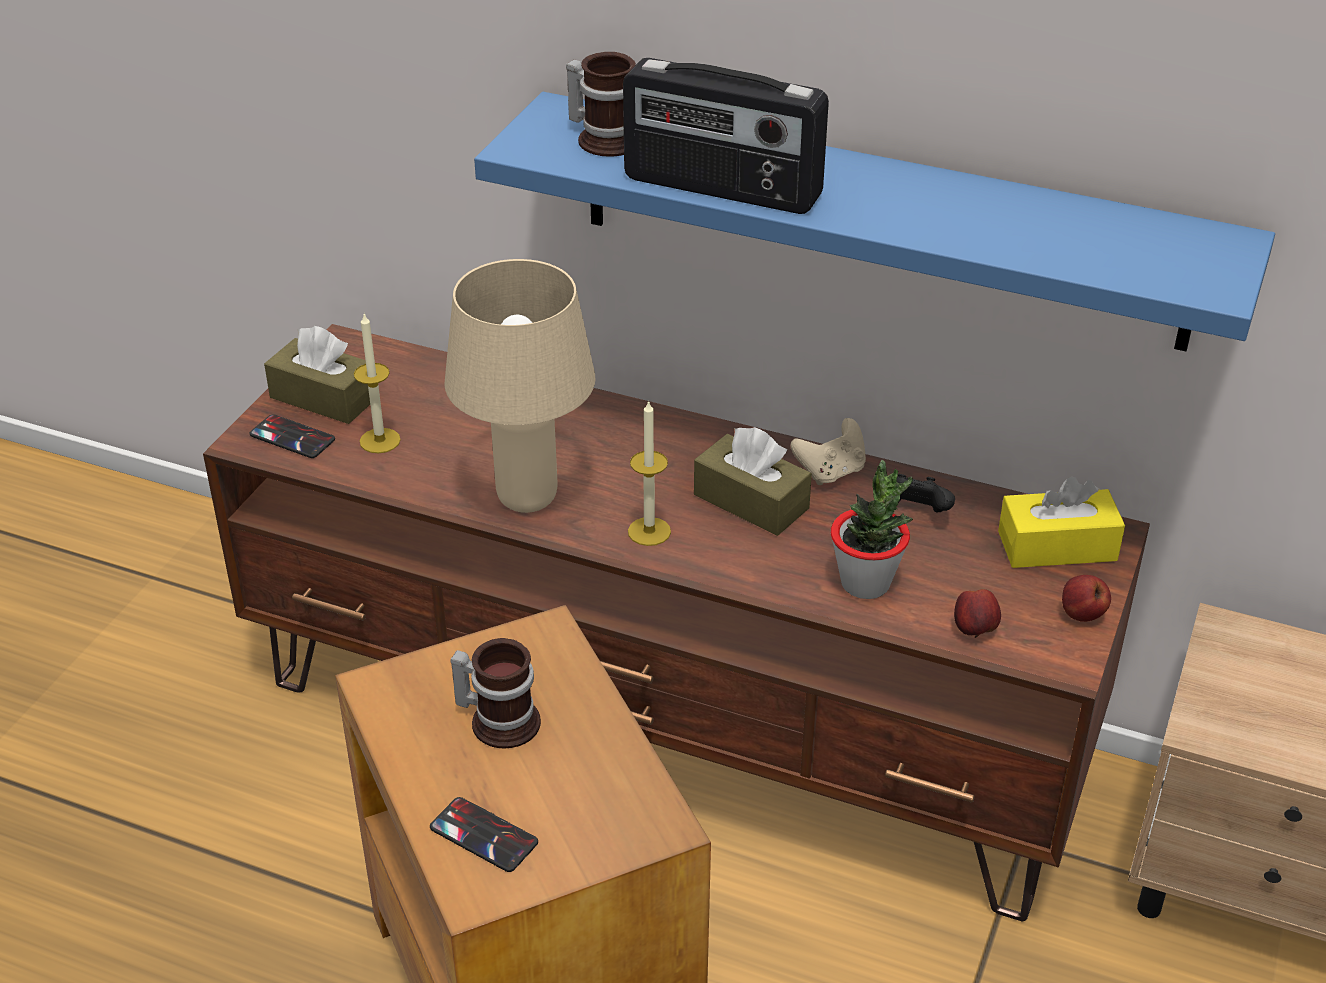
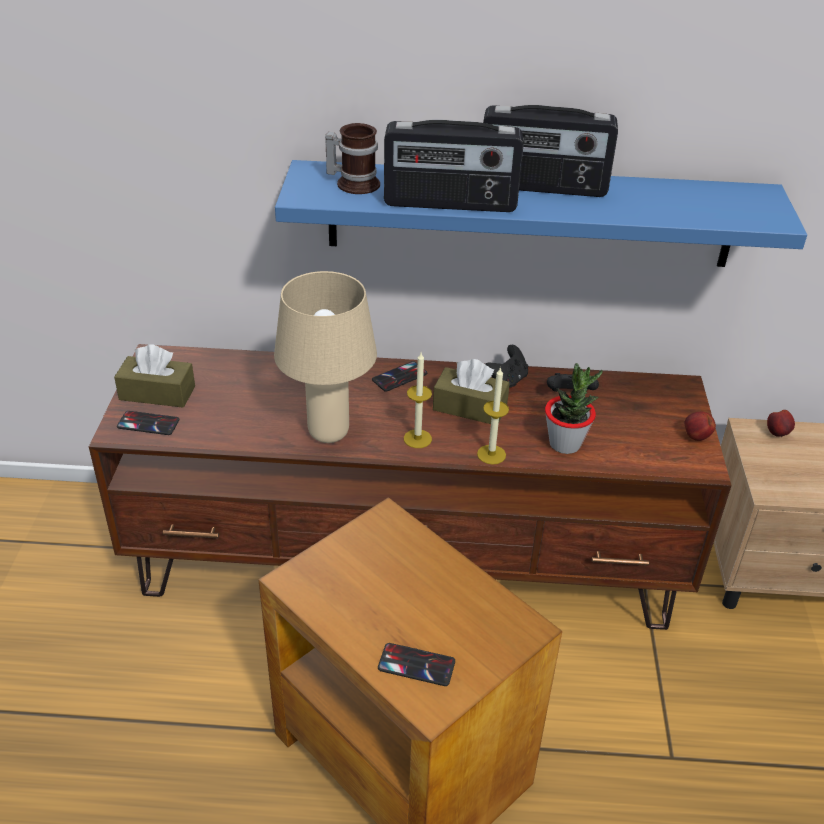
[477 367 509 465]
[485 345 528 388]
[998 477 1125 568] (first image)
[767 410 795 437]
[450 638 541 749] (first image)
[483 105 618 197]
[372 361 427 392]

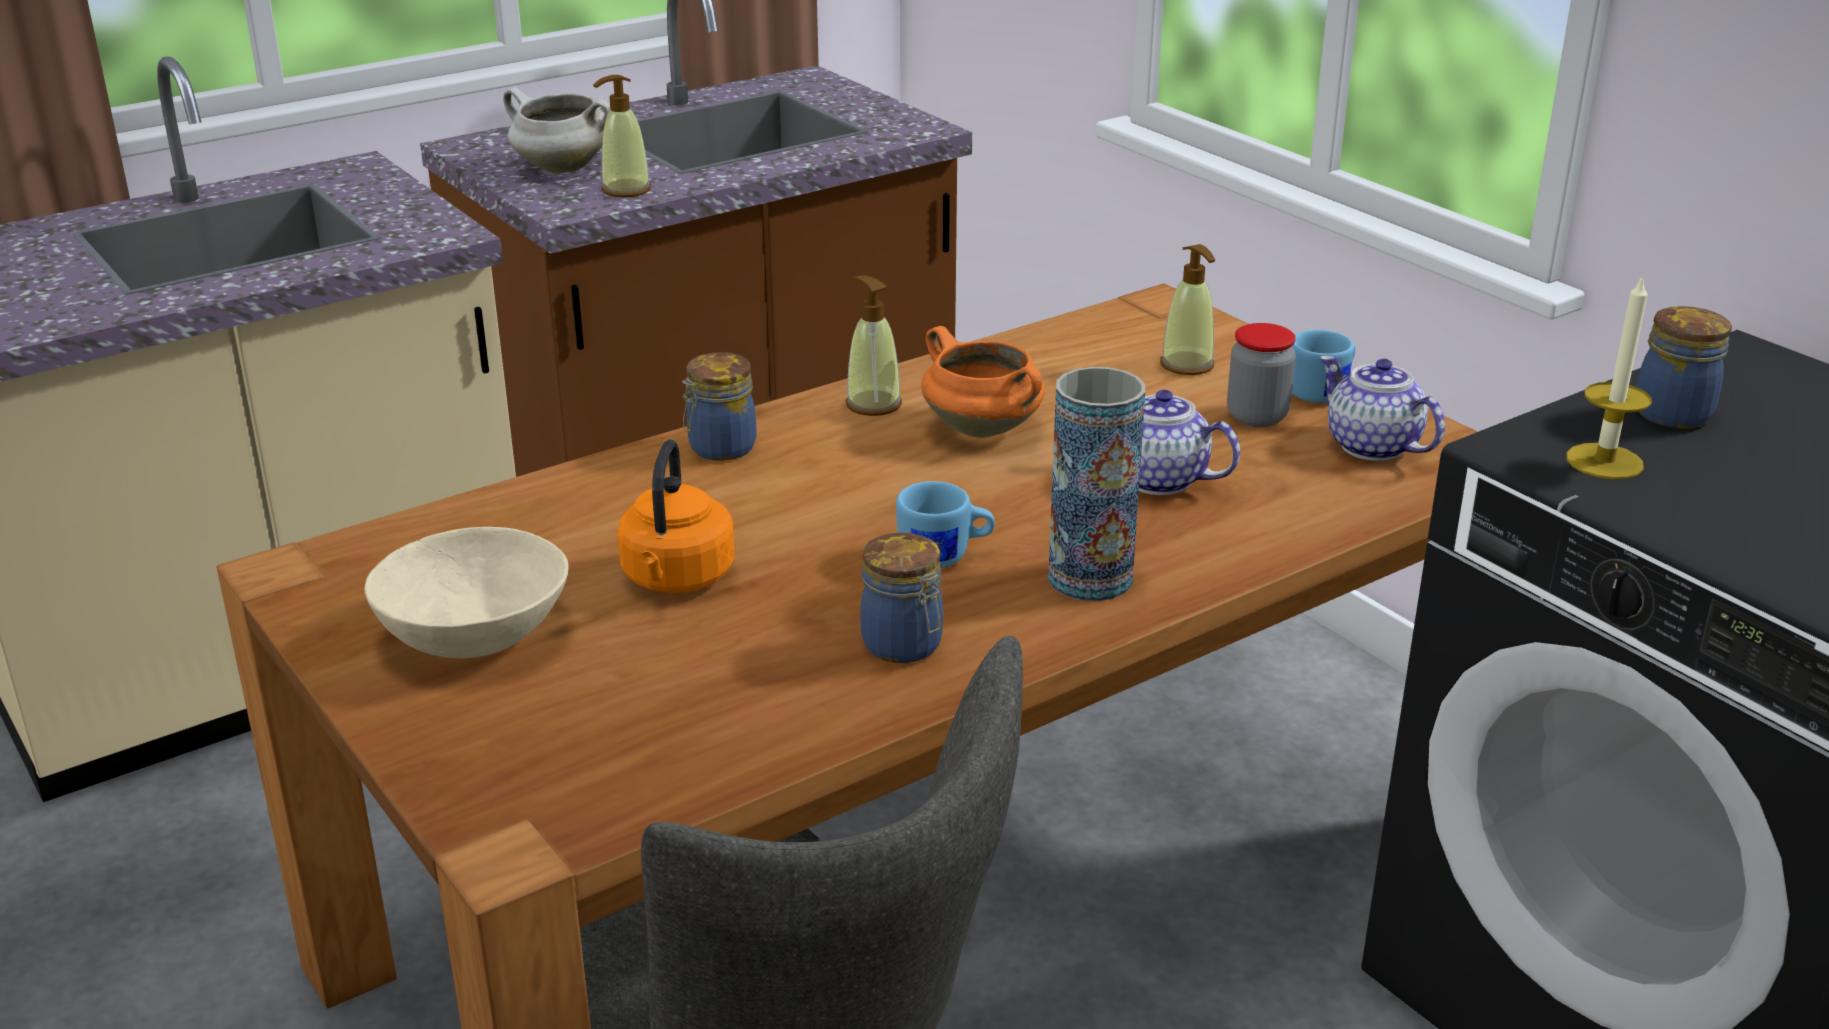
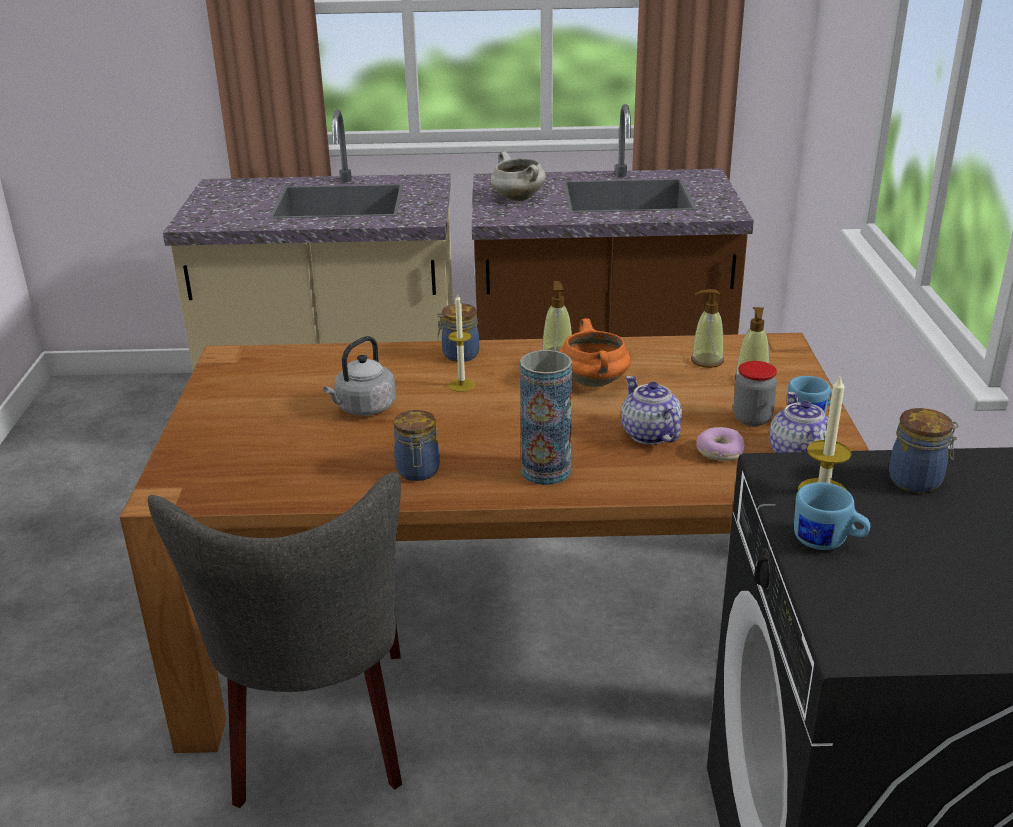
[691 289 724 368]
[323 336 396 416]
[794 482 870 550]
[364 527 569 658] (first image)
[448 294 475 392]
[697 427 746 461]

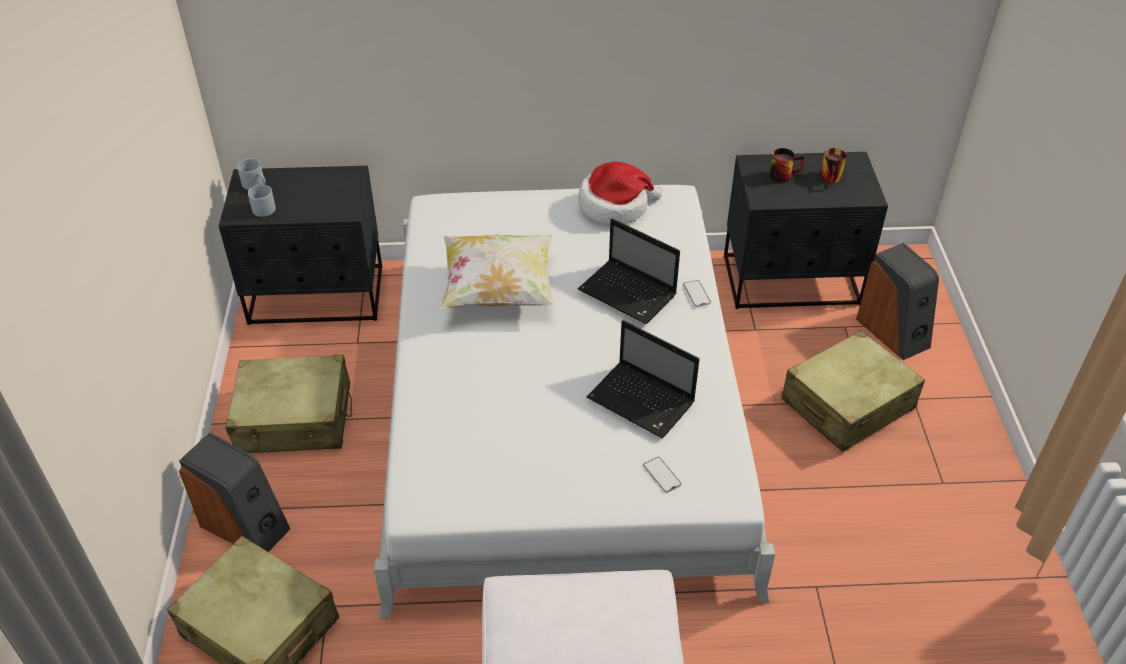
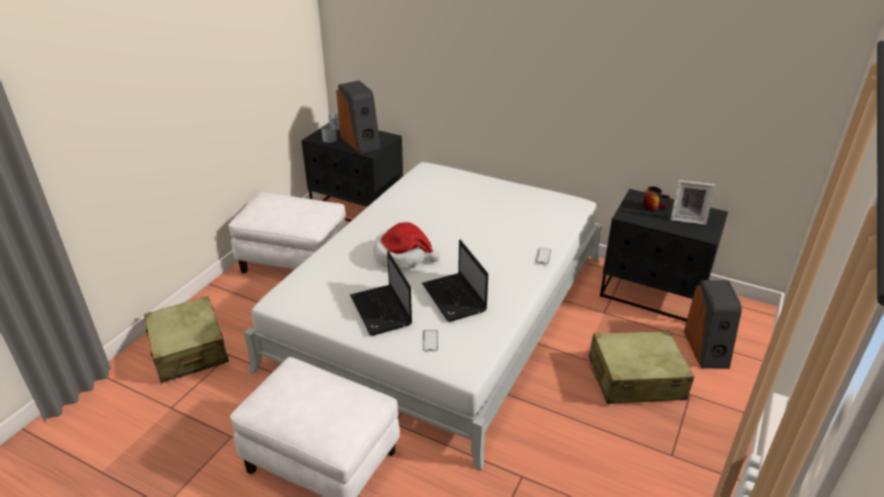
[670 180 715 225]
[373 222 440 269]
[350 251 412 336]
[439 234 554 309] (first image)
[228 192 346 274]
[336 81 381 154]

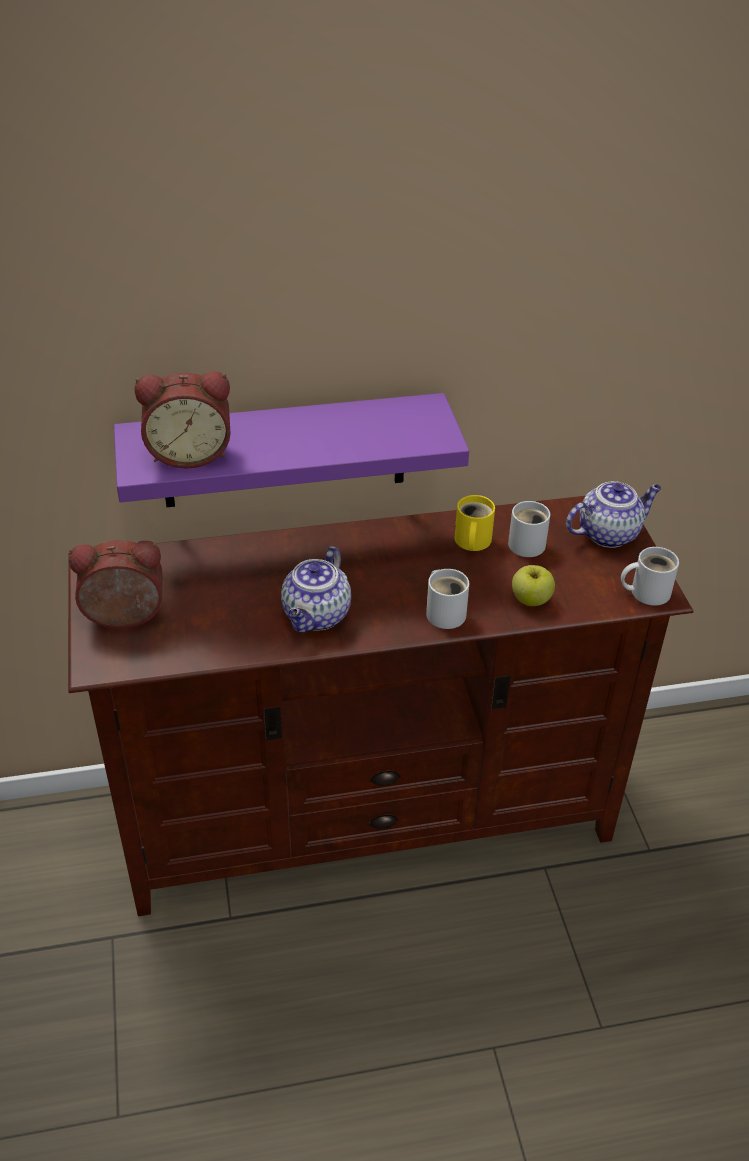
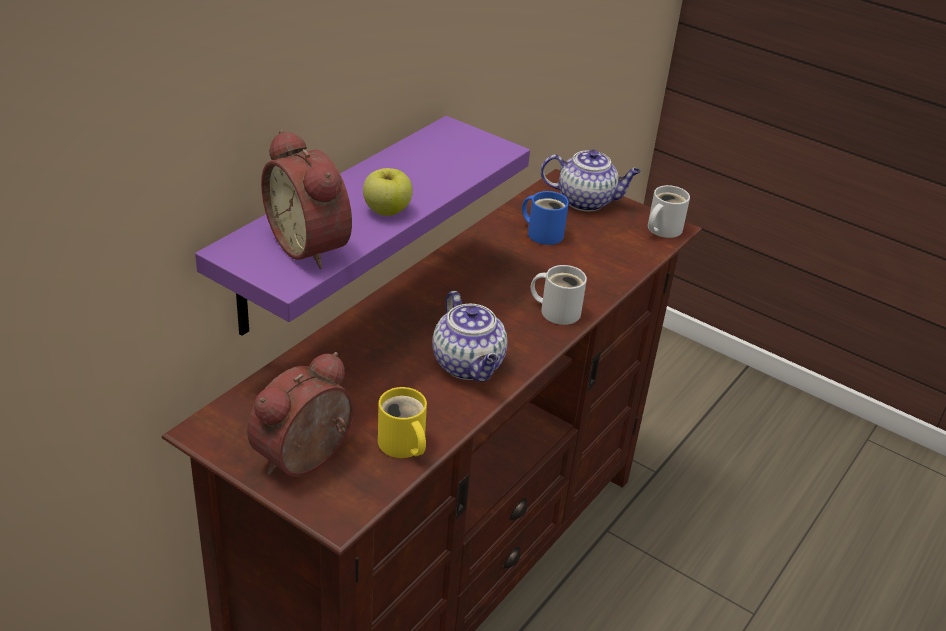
[261 129 352 269]
[540 149 641 211]
[378 387 427 458]
[522 191 569 245]
[363 168 413 216]

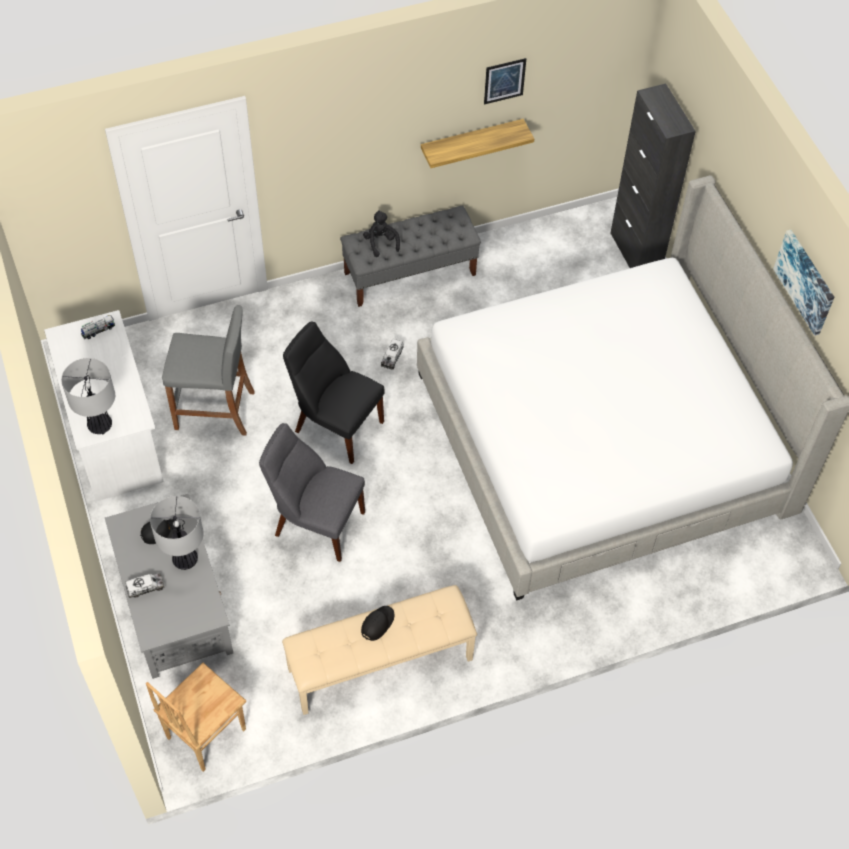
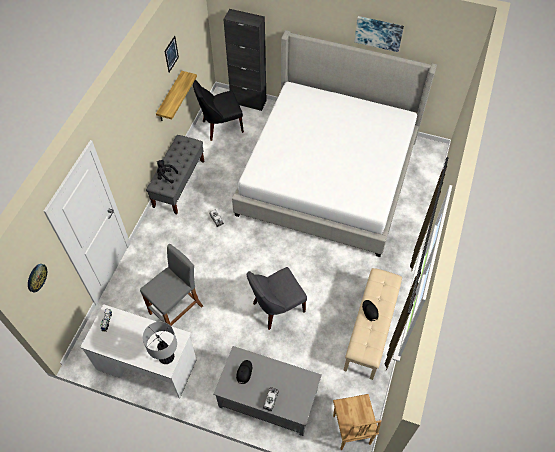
[193 80 244 141]
[150 496 204 570] (first image)
[28 264 47 292]

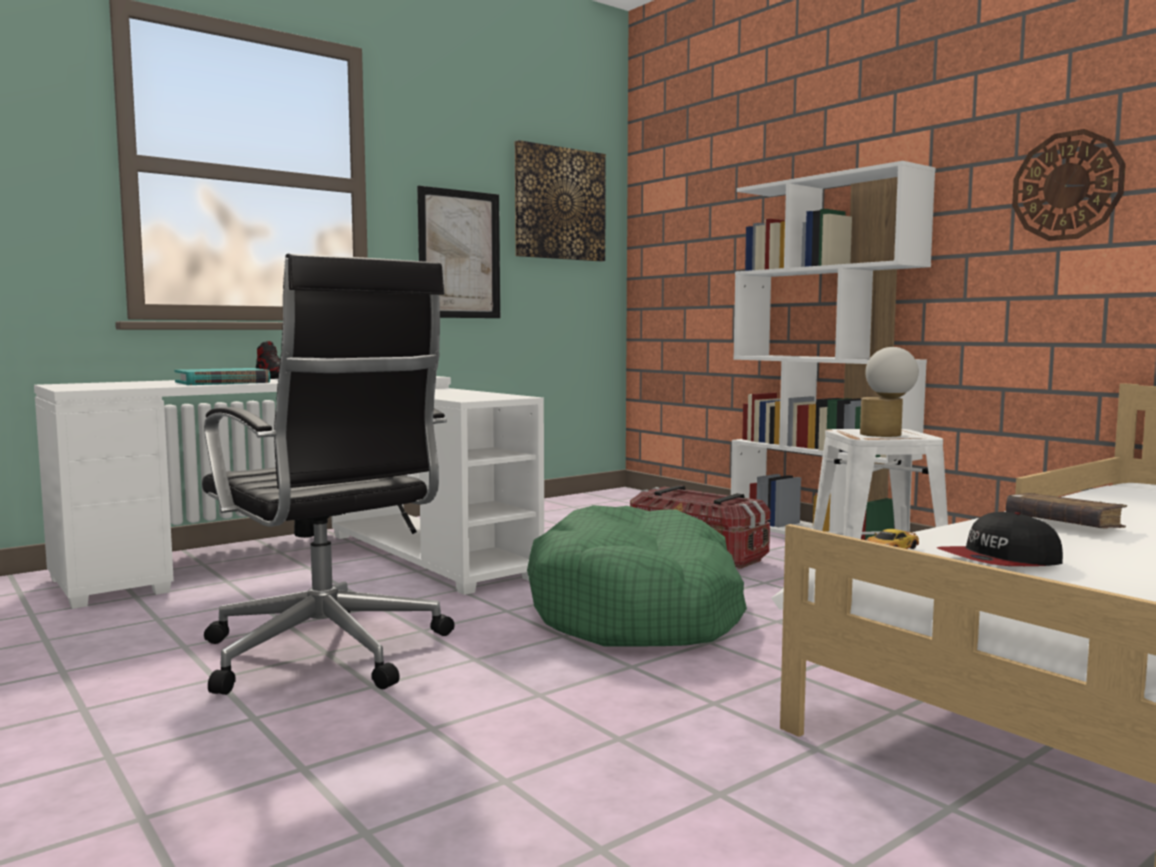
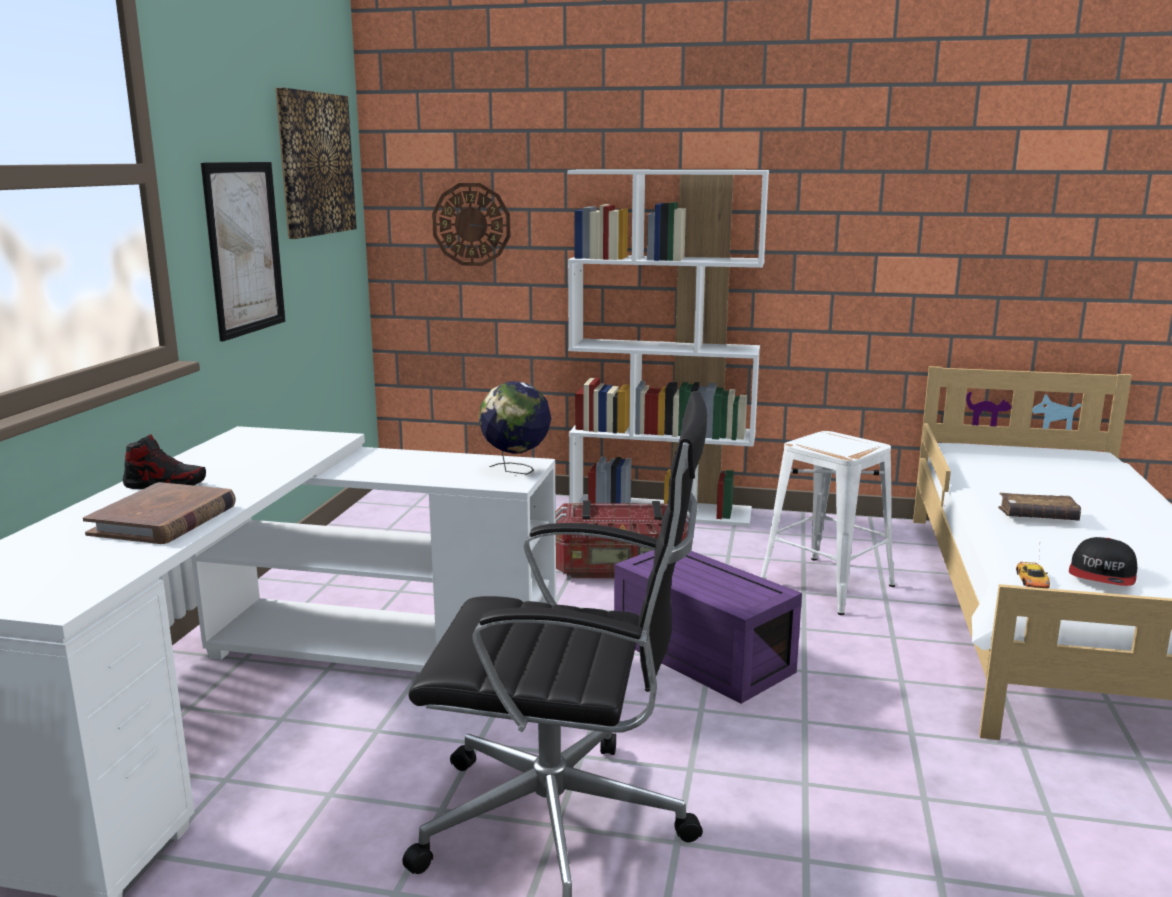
[432 183 510 266]
[860 347 919 437] (first image)
[83 482 236 544]
[614 550 802 704]
[479 381 551 475]

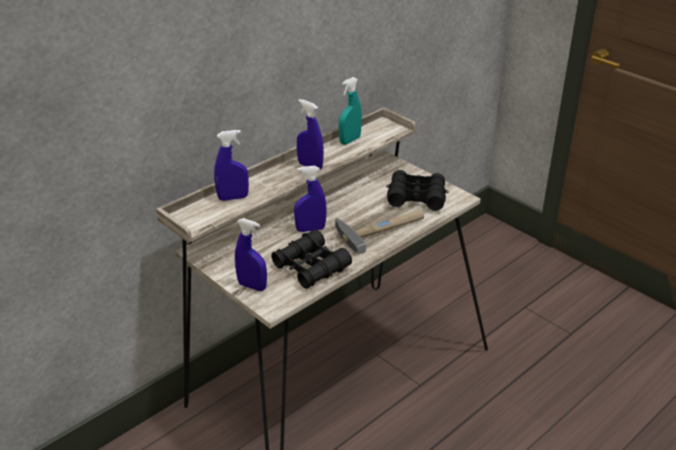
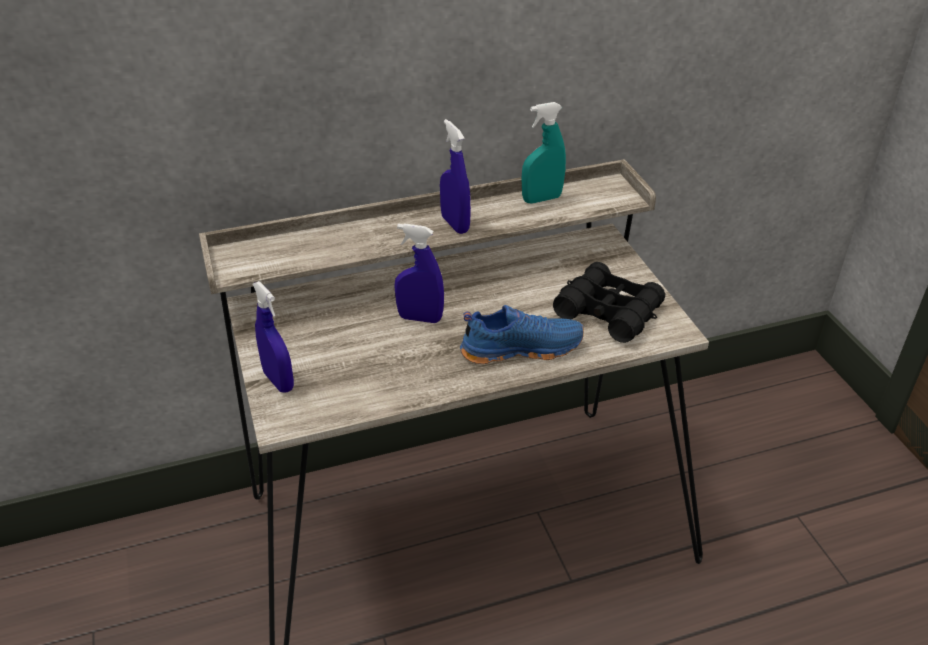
[214 130 249 201] (first image)
[460 305 584 364]
[271 229 352 289] (first image)

